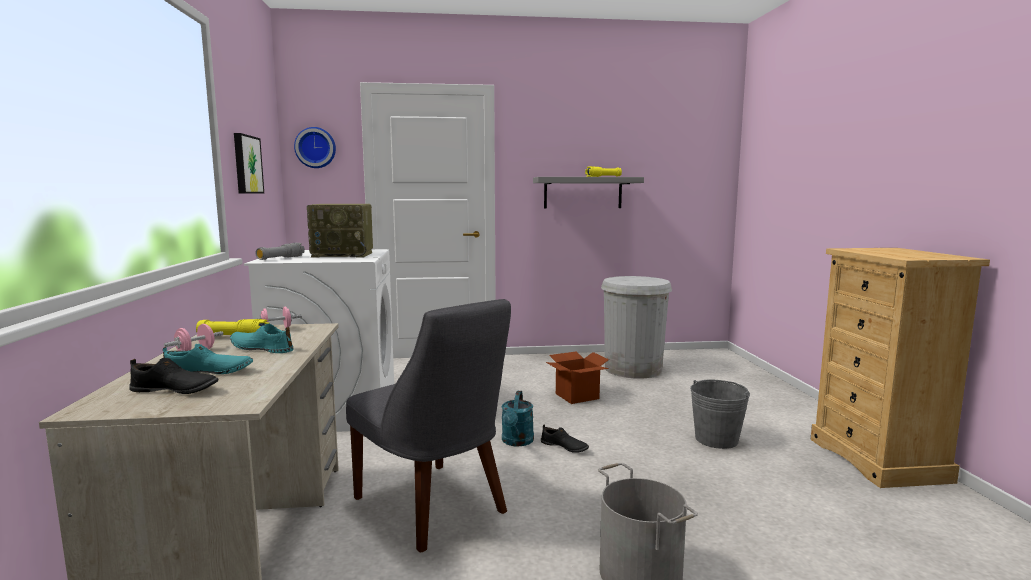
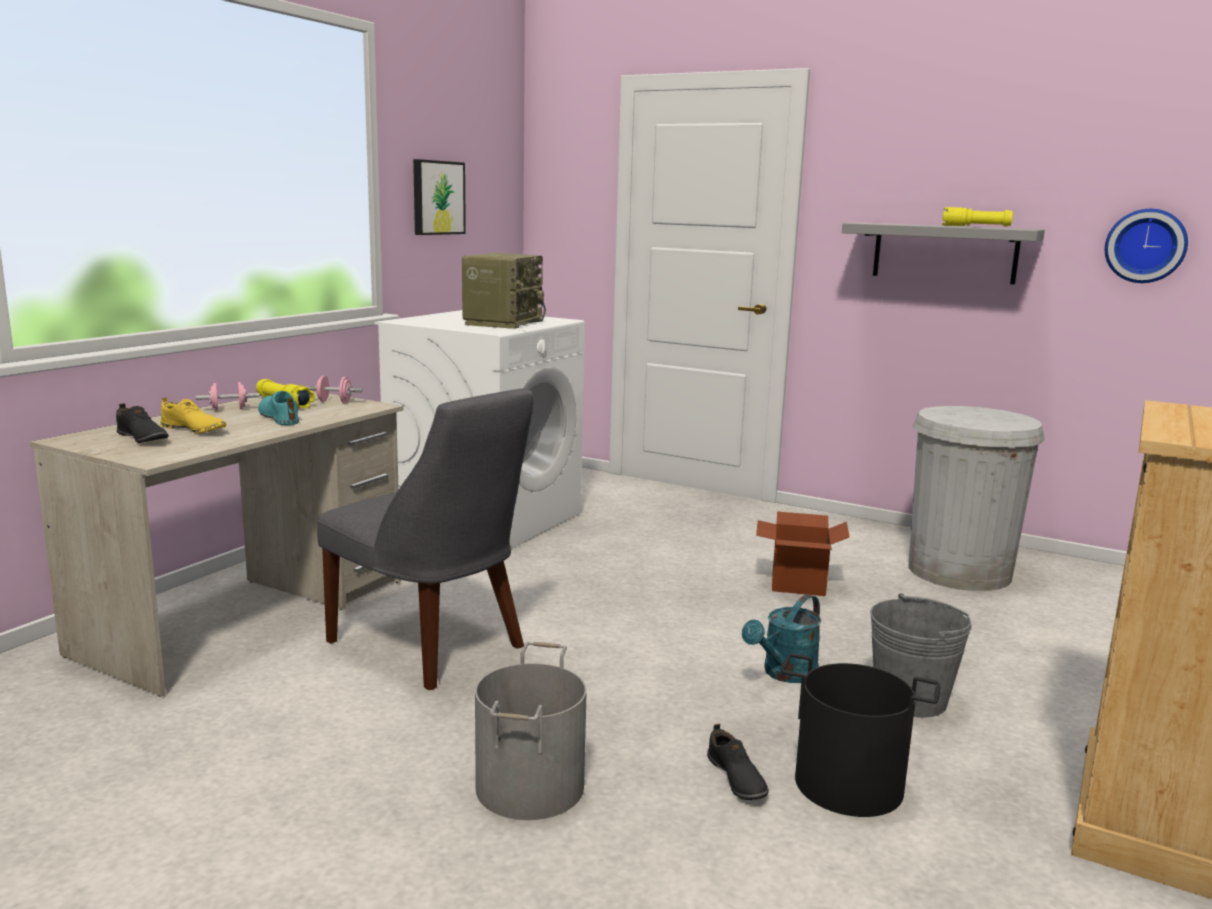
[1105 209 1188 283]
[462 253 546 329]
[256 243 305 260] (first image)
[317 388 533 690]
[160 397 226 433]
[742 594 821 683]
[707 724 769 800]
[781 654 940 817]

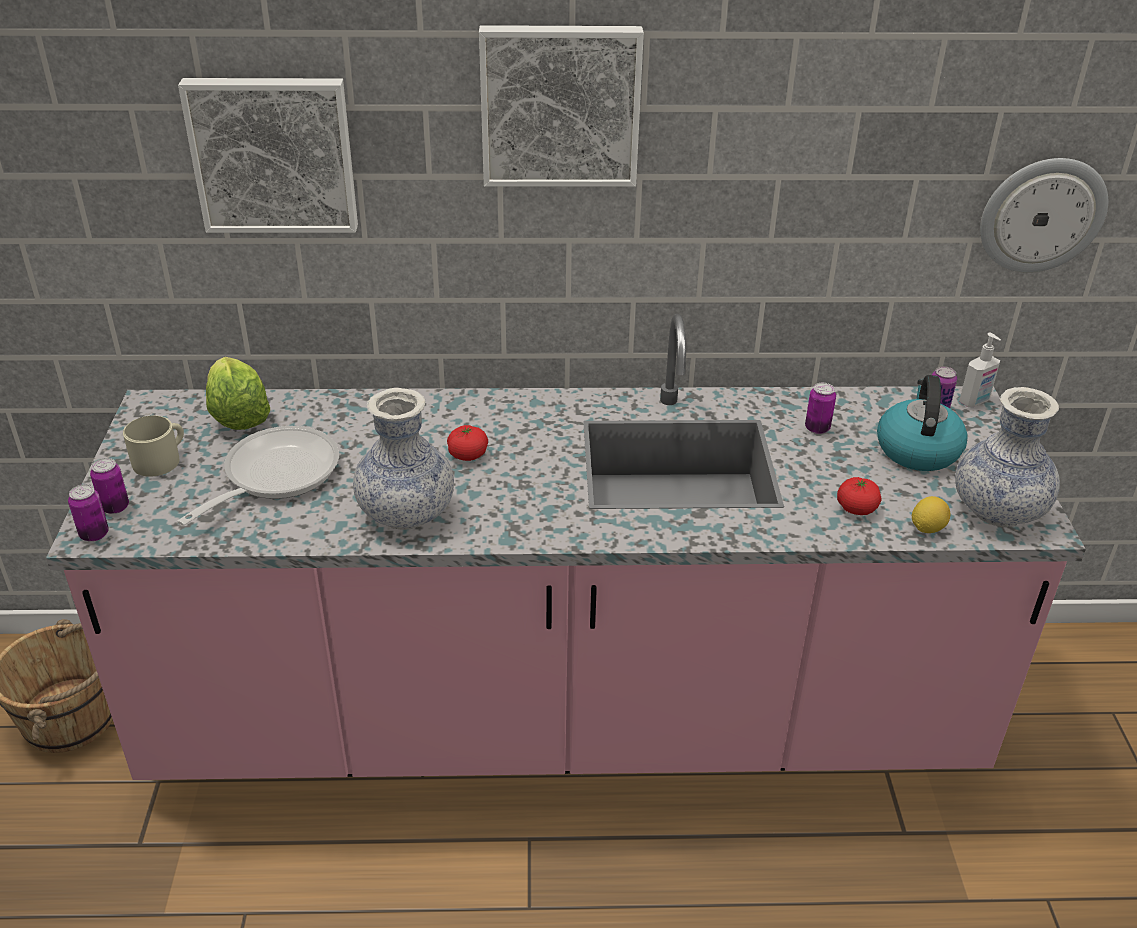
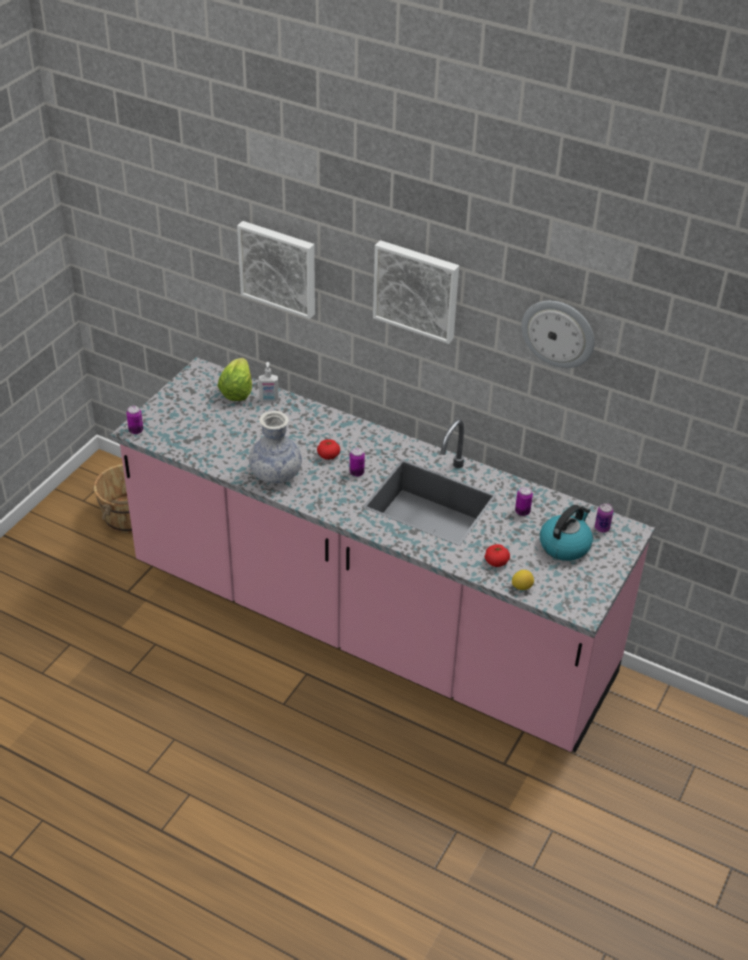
[521 301 595 368]
[259 362 278 401]
[955 387 1060 527] (first image)
[123 416 184 477] (first image)
[177 426 339 526] (first image)
[350 448 365 477]

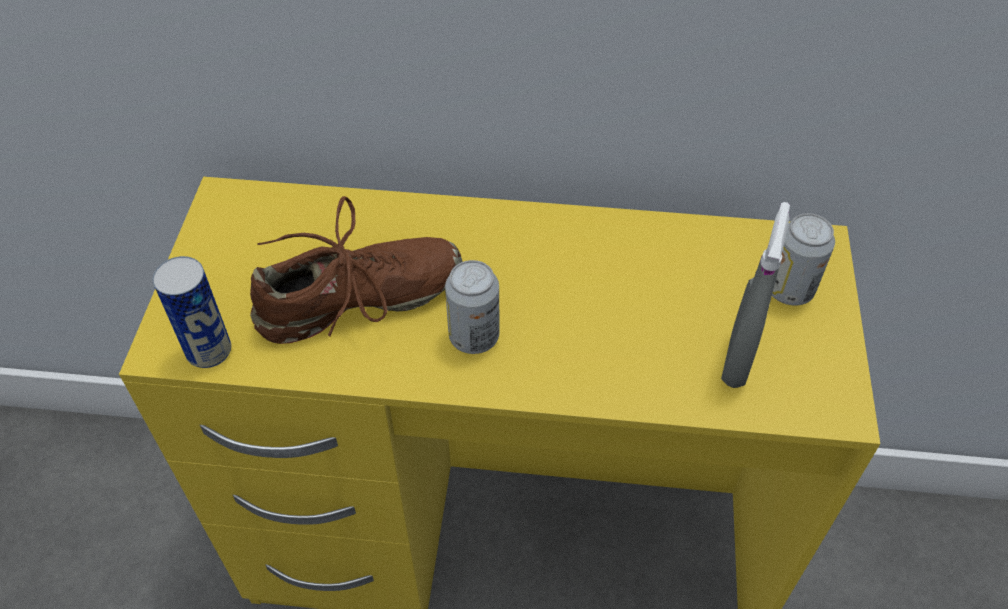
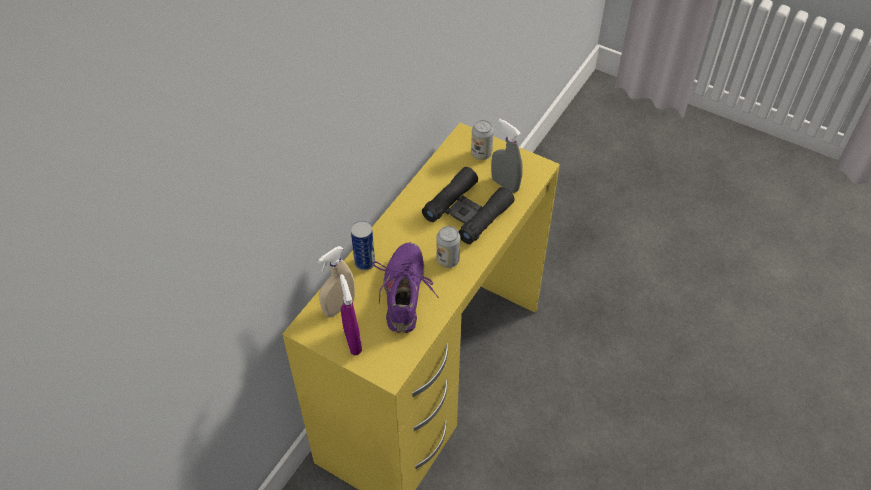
[372 242 439 333]
[351 221 375 271]
[422 167 515 244]
[317 246 355 318]
[340 274 362 355]

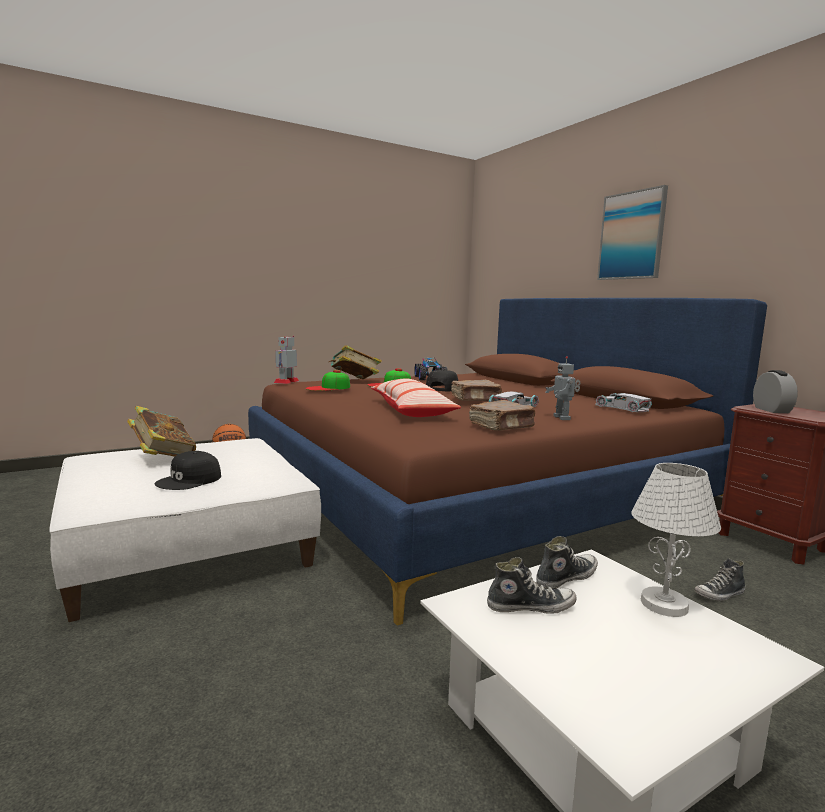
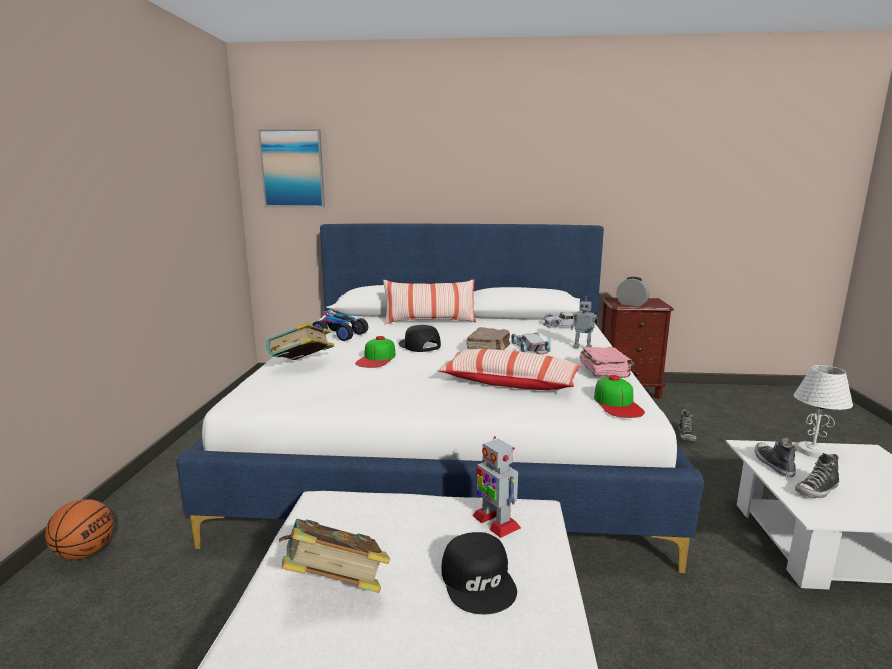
[258 129 325 207]
[177 223 704 573]
[472 436 521 538]
[594 375 645 418]
[580 347 634 378]
[795 453 839 498]
[383 279 476 324]

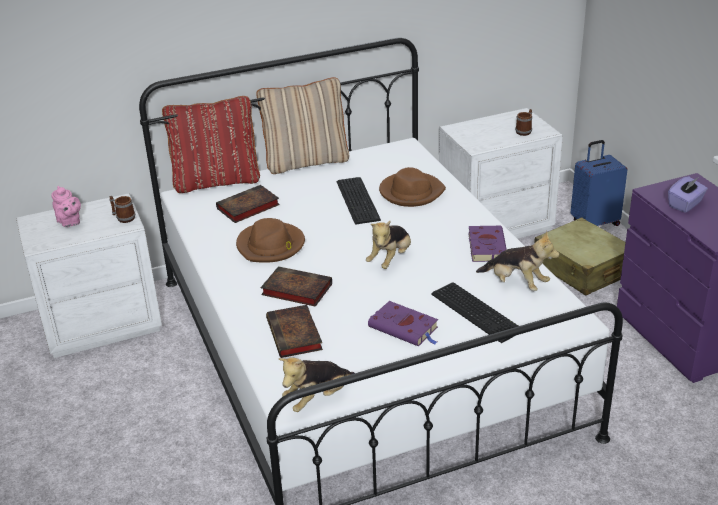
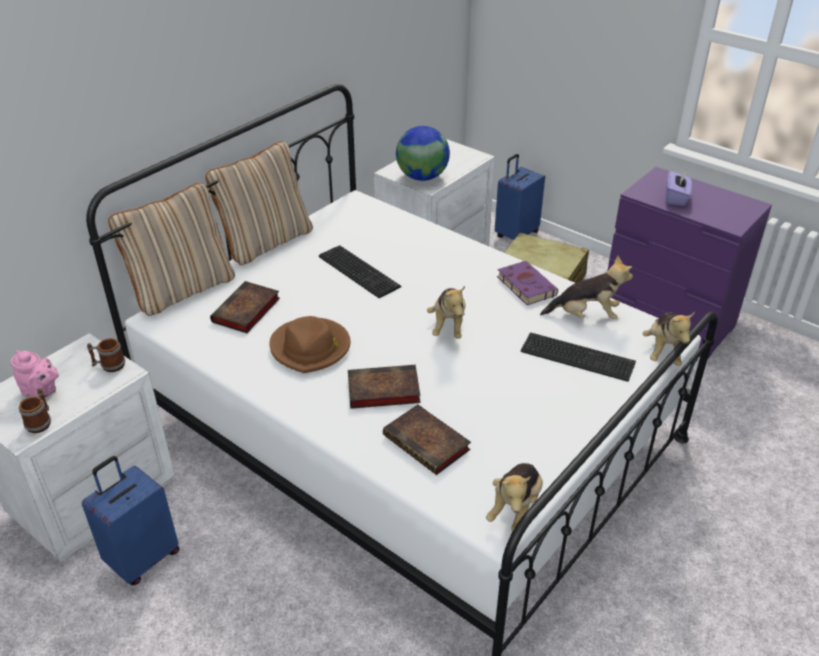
[108 183 235 316]
[19 388 51 433]
[379 167 446 207] (first image)
[368 301 438 347] (first image)
[396 126 450 181]
[643 312 695 366]
[82 456 180 585]

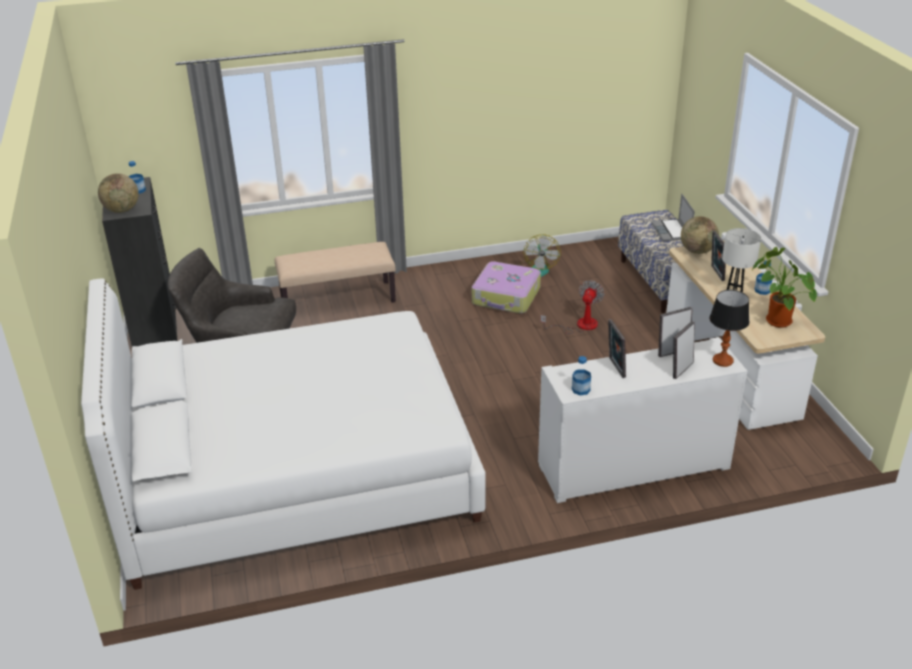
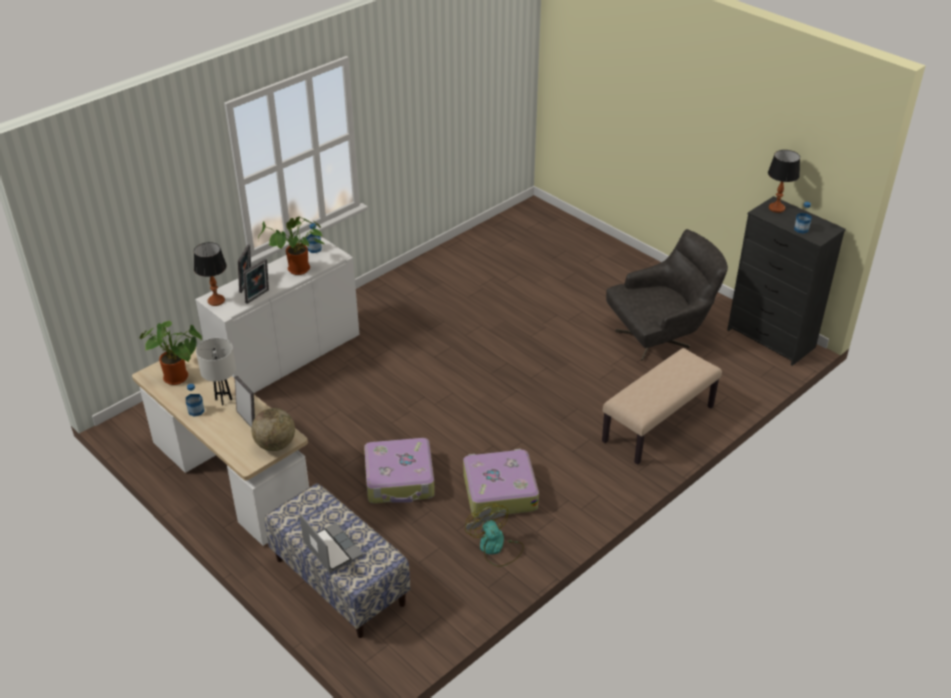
[768 150 800 213]
[81 278 486 590] (first image)
[364 438 435 504]
[258 217 324 275]

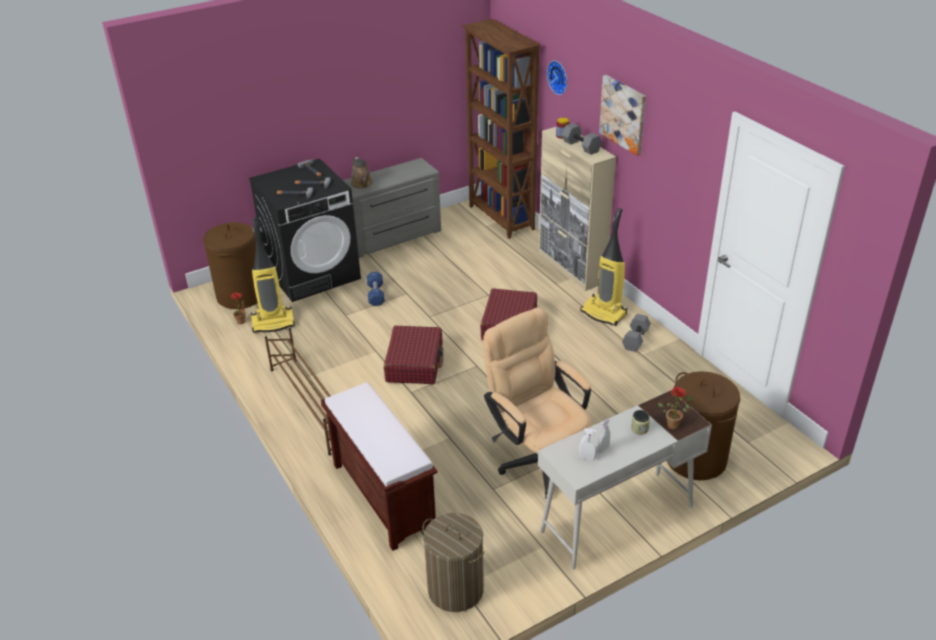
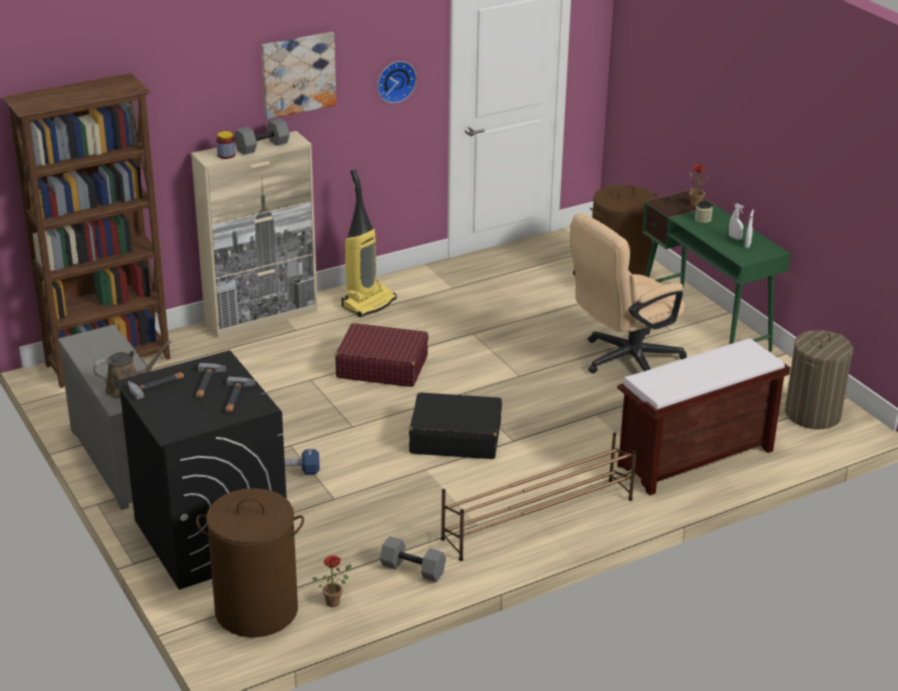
[377 61 417 103]
[251 217 295 333] (first image)
[380 536 446 582]
[409 393 502 459]
[642 190 791 352]

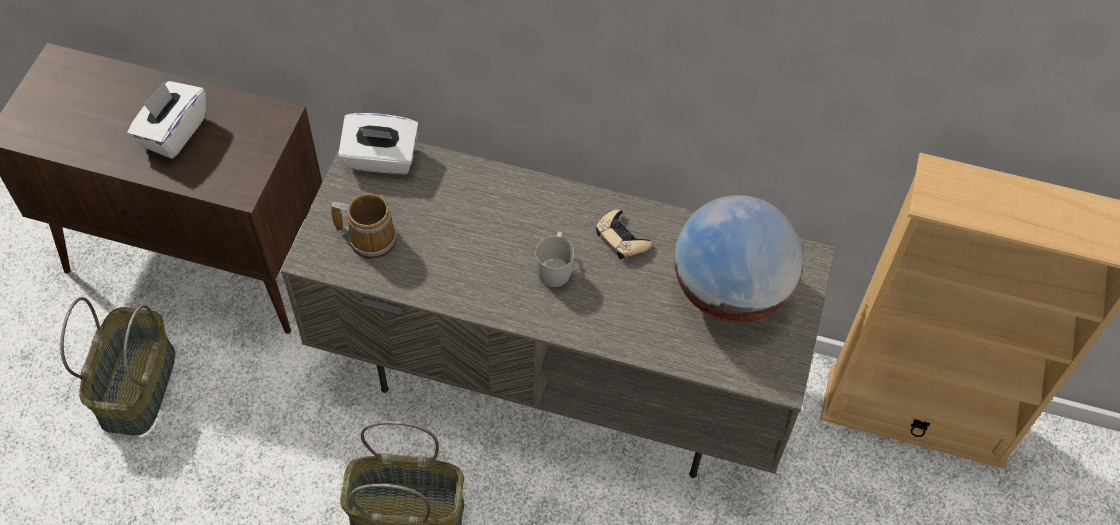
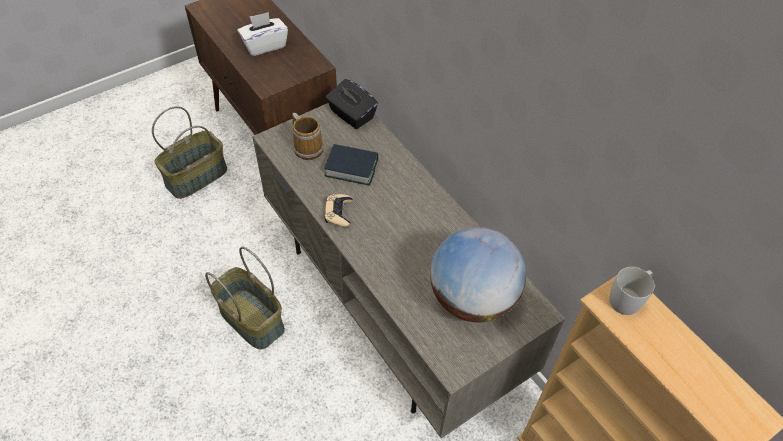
[326 79 378 129]
[324 194 353 227]
[609 267 654 315]
[324 144 378 186]

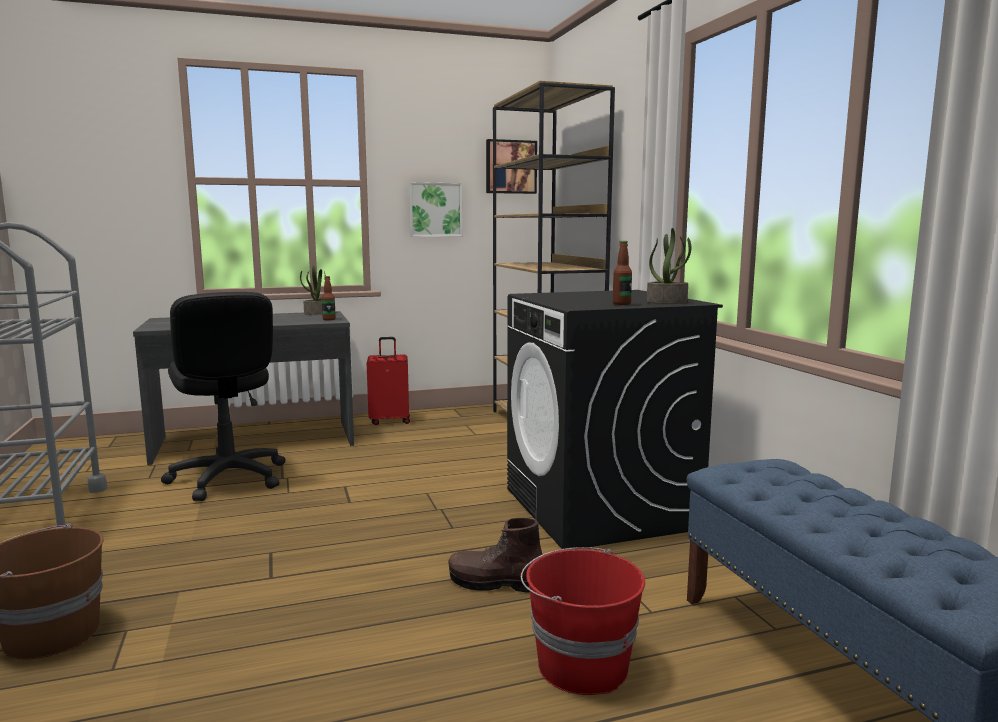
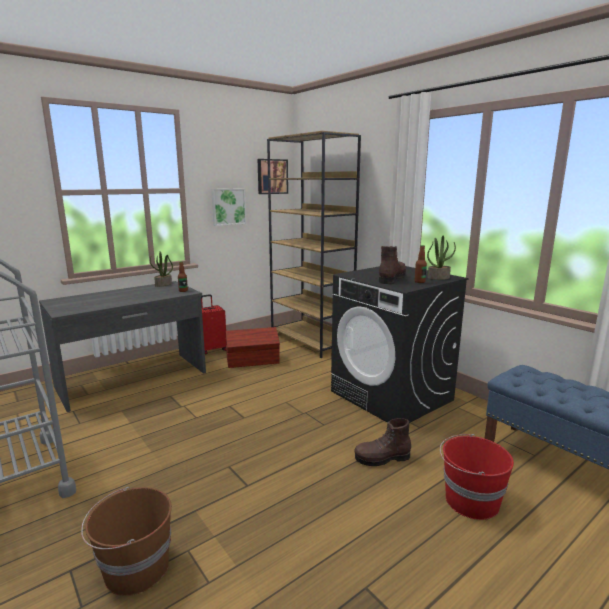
[161 292 285 501] (first image)
[379 246 406 284]
[226 327 280 368]

